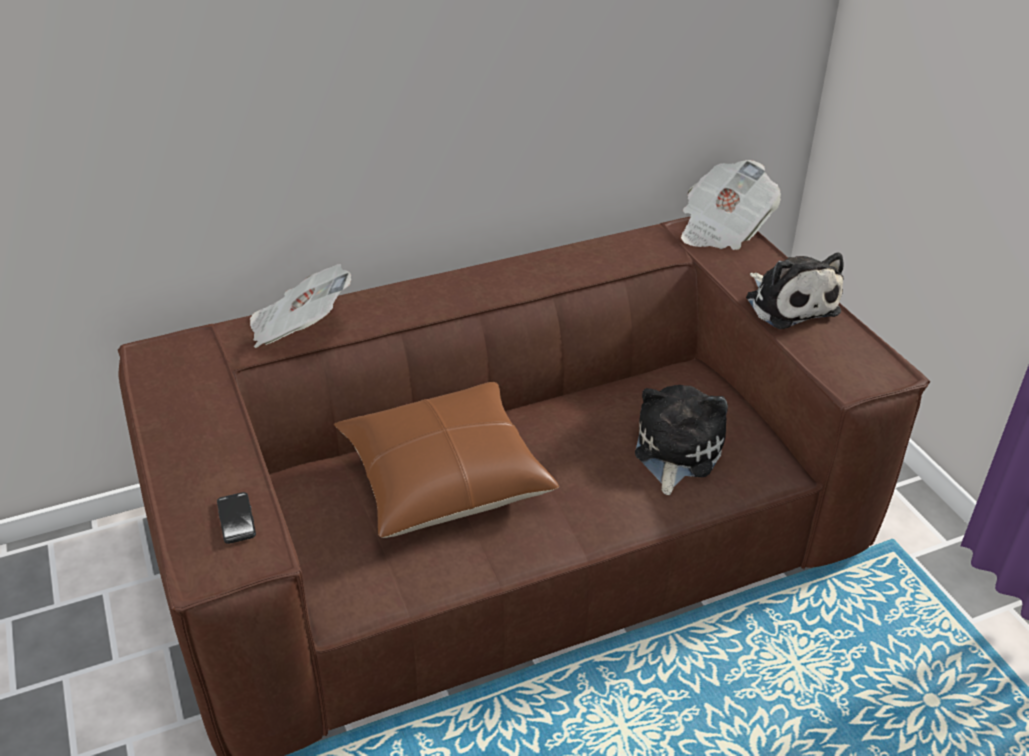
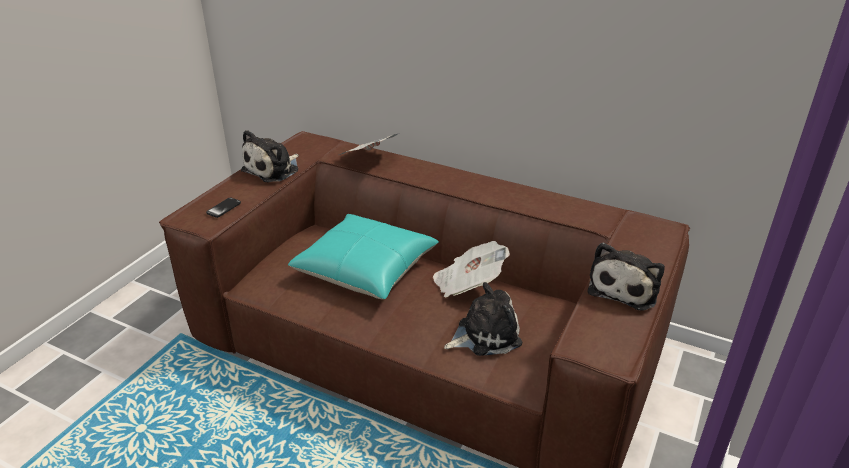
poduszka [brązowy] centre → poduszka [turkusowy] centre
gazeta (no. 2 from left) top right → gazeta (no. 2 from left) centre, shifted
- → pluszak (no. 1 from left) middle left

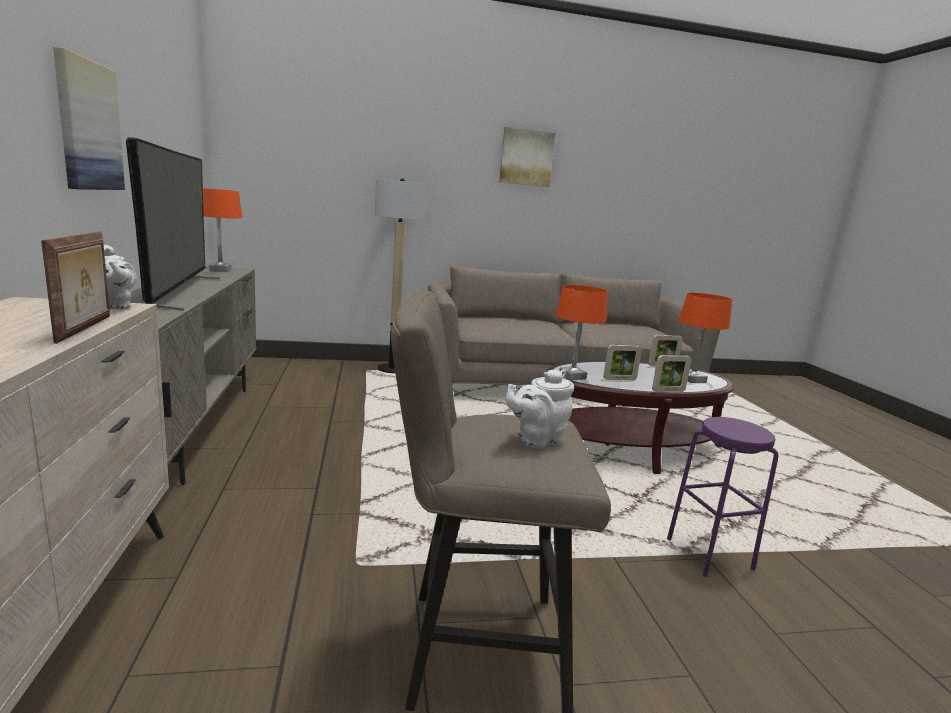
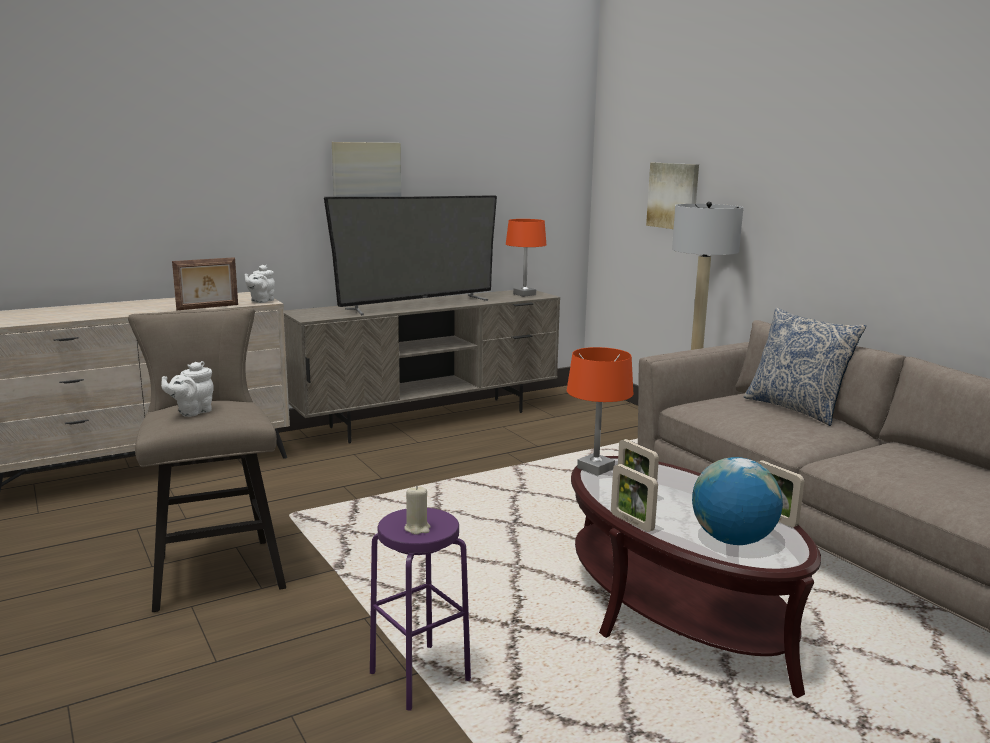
obraz (no. 2 from left) top centre → obraz (no. 2 from left) top right, shifted
imbryk [biały] (no. 2 from left in the first image) centre → imbryk [biały] (no. 1 from left) middle left, 90 degrees counterclockwise
lampa stołowa [pomarańczowy] (no. 3 from left) middle right → globus bottom right
- → świeca [beżowy] bottom centre
- → poduszka middle right

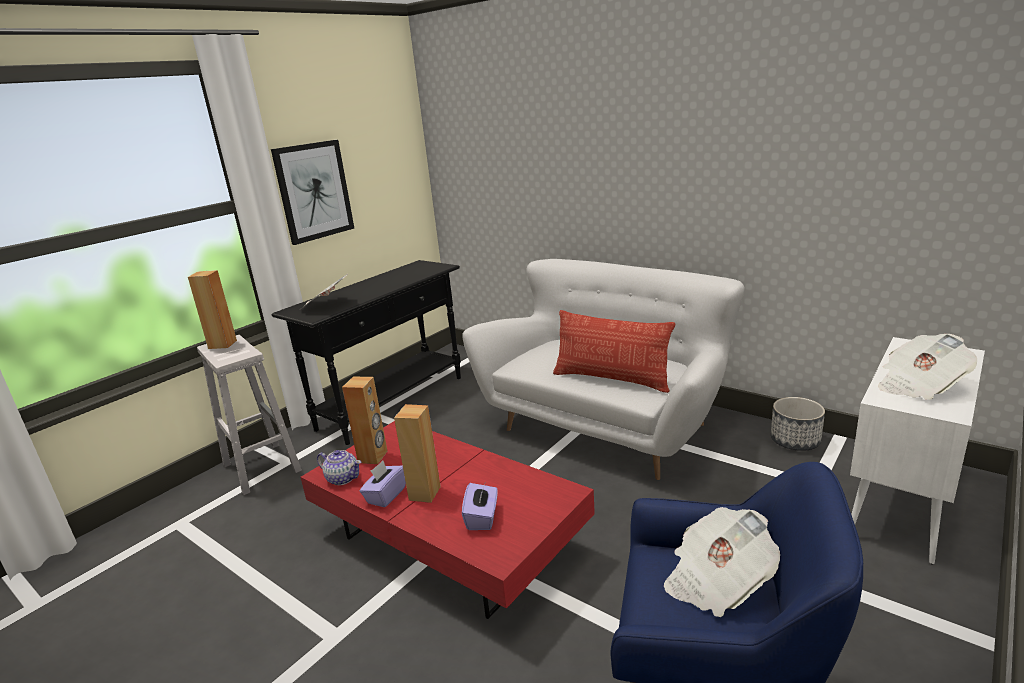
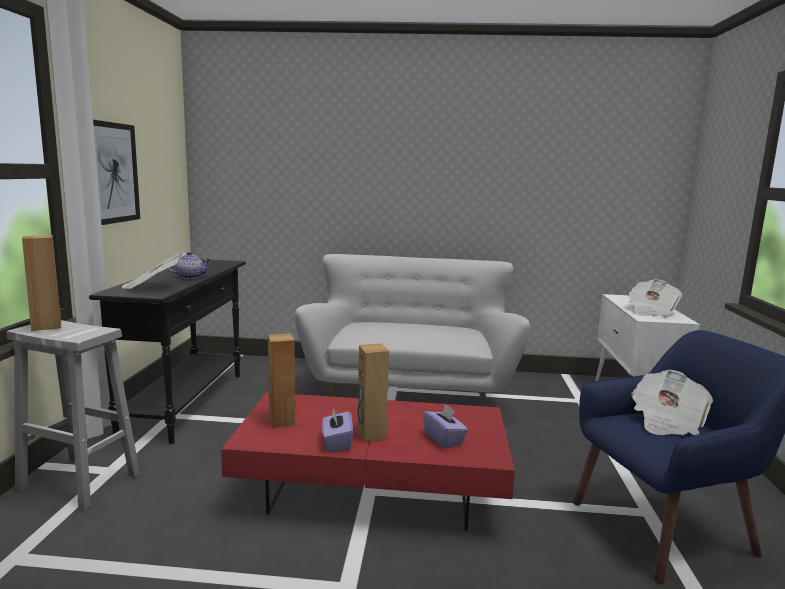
imbryk bottom left → imbryk middle left, shifted
poduszka centre → -
donica middle right → -

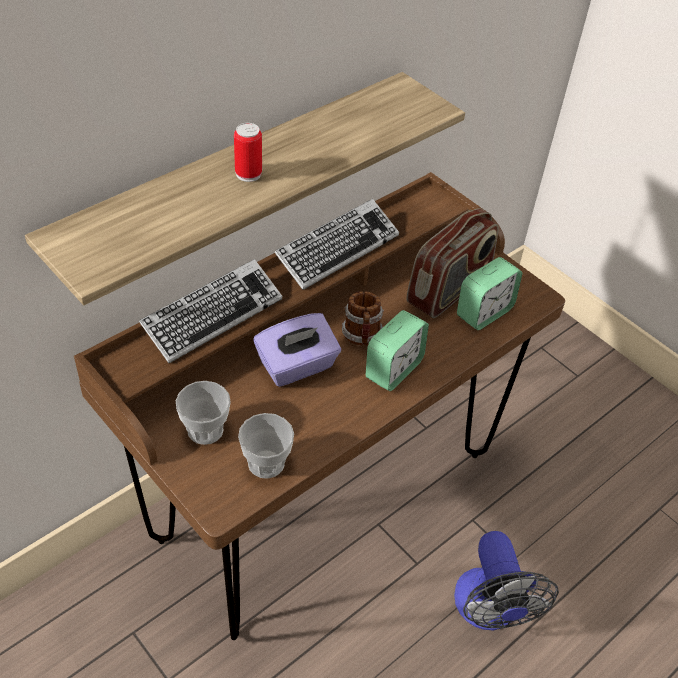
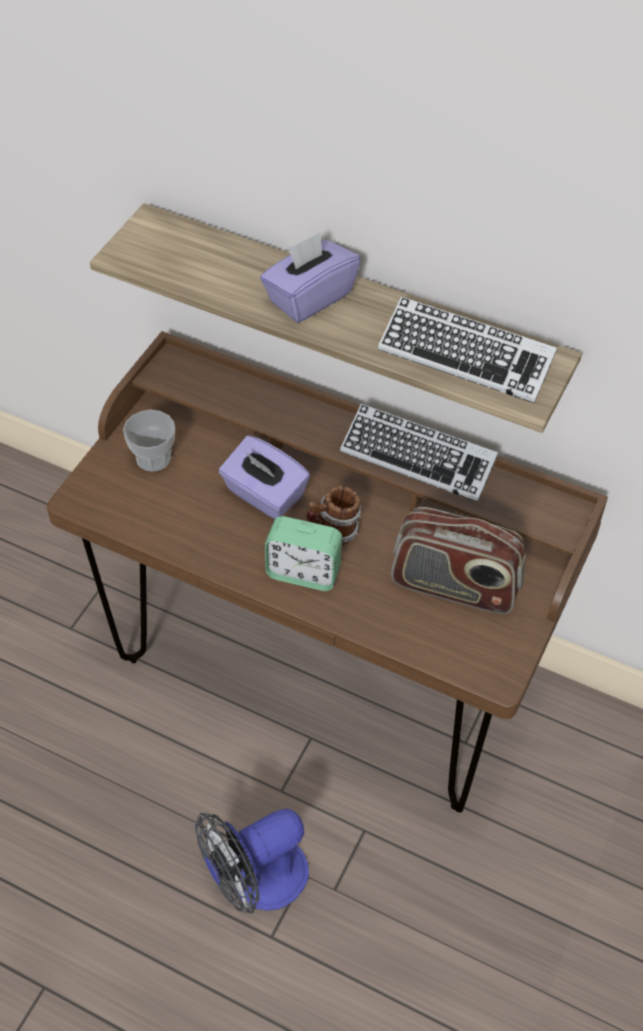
klawiatura (no. 1 from left in the first image) middle left → klawiatura (no. 2 from left) middle right, shifted
puszka top centre → pudełko chusteczek [fioletowy] (no. 2 from left) top centre
filiżanka (no. 2 from left) centre → -
budzik (no. 2 from left) middle right → -

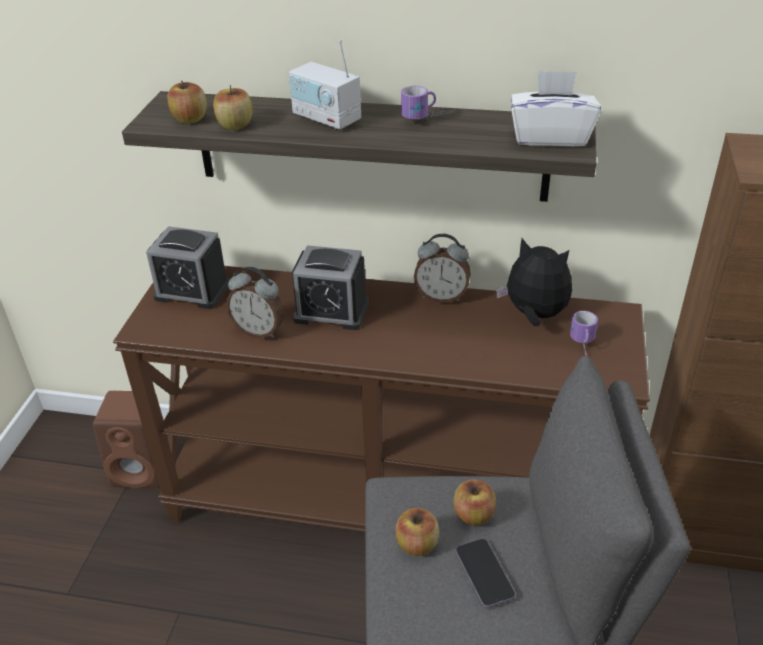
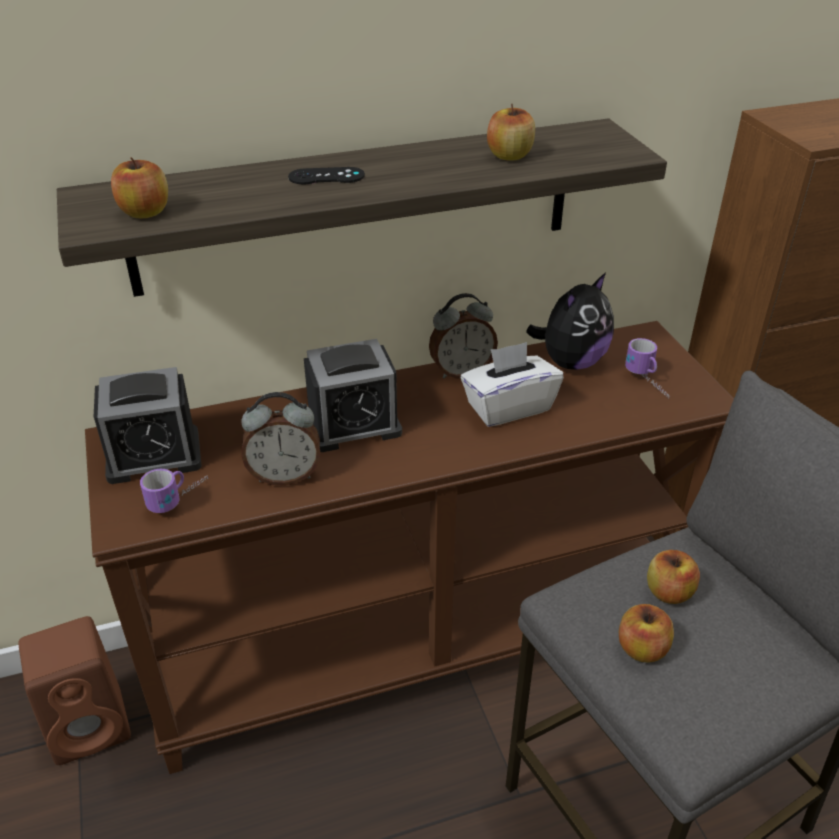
jabłko (no. 2 from left) top left → jabłko (no. 2 from left) top centre, shifted
radio top centre → pad do gier [czarny] top centre
kubek (no. 1 from left) top centre → kubek (no. 1 from left) middle left, shifted
telefon bottom centre → -
pluszak middle right, 135 degrees clockwise
pudełko chusteczek [biały] top right → pudełko chusteczek [biały] centre, shifted

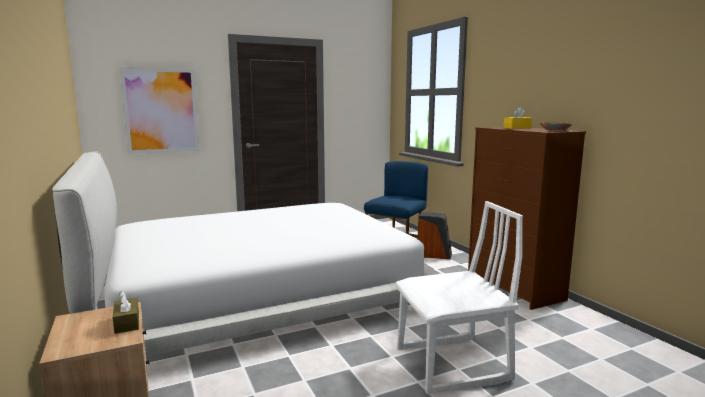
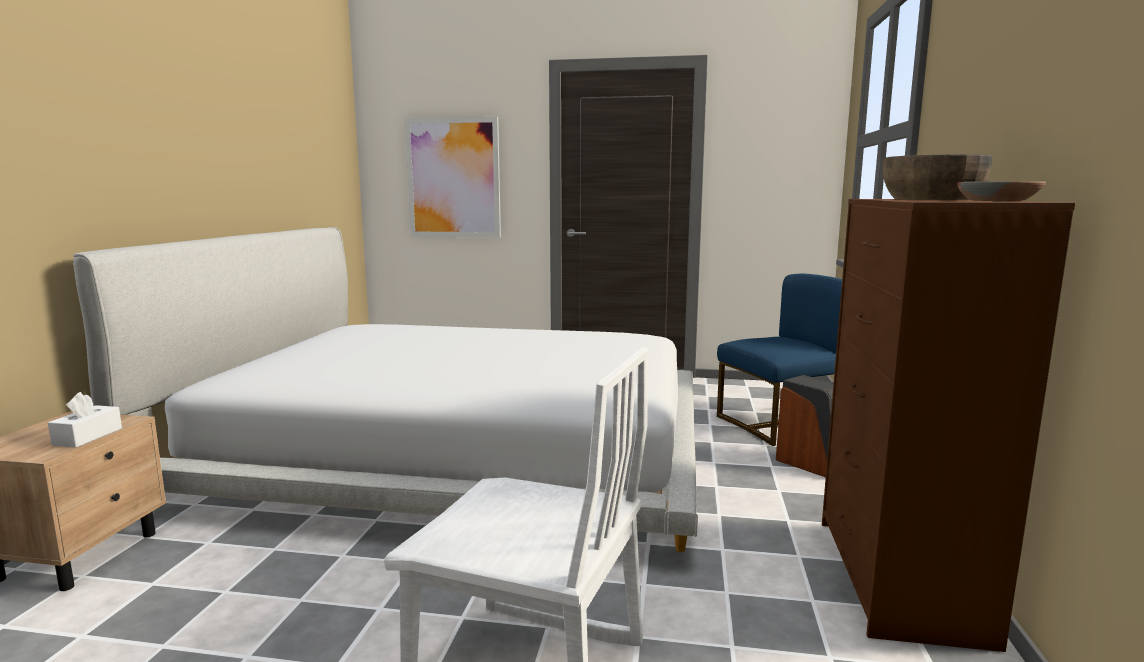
pudełko chusteczek [brązowy] bottom left → pudełko chusteczek [biały] middle left
pudełko chusteczek [żółty] top right → miska [brązowy] (no. 1 from left) top right

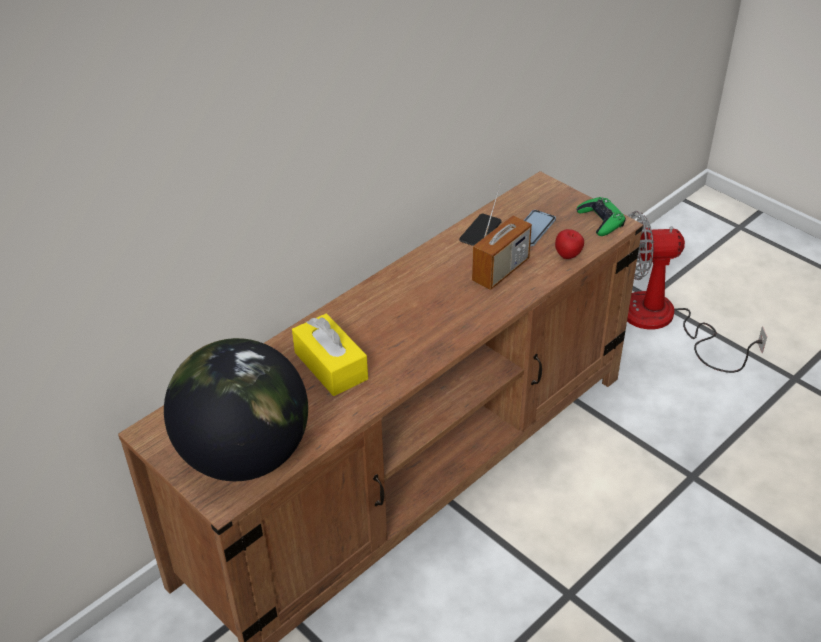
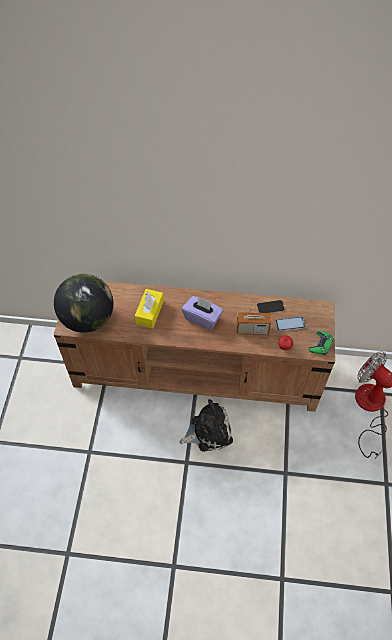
- → pluszak centre
- → pudełko chusteczek [fioletowy] centre

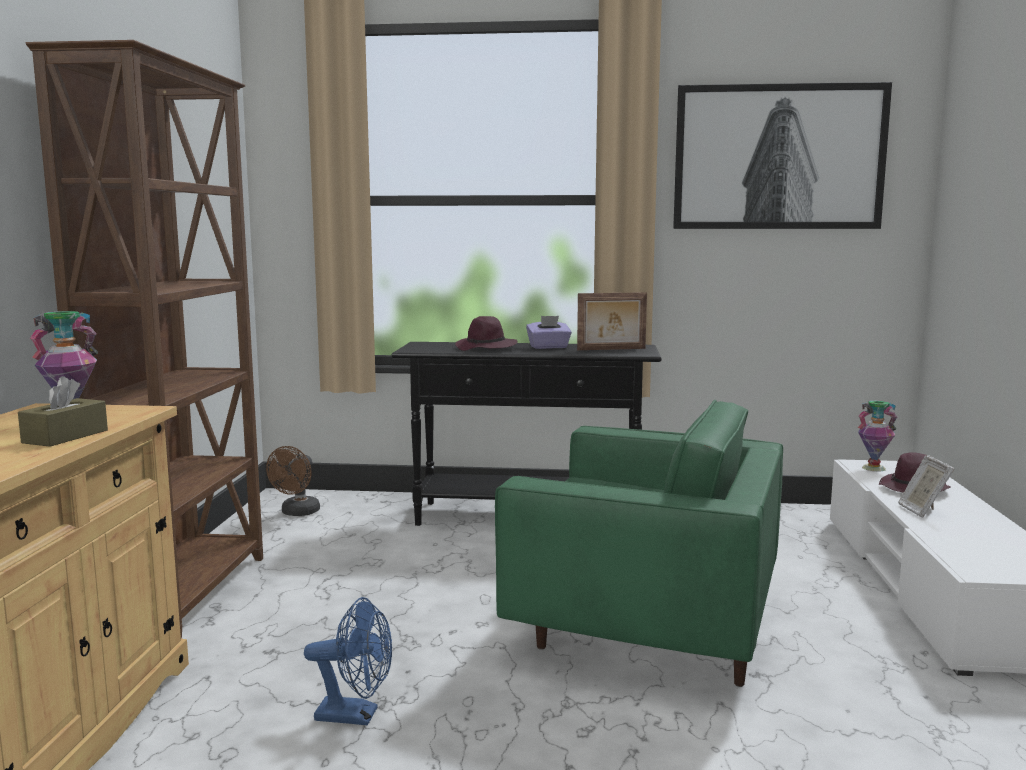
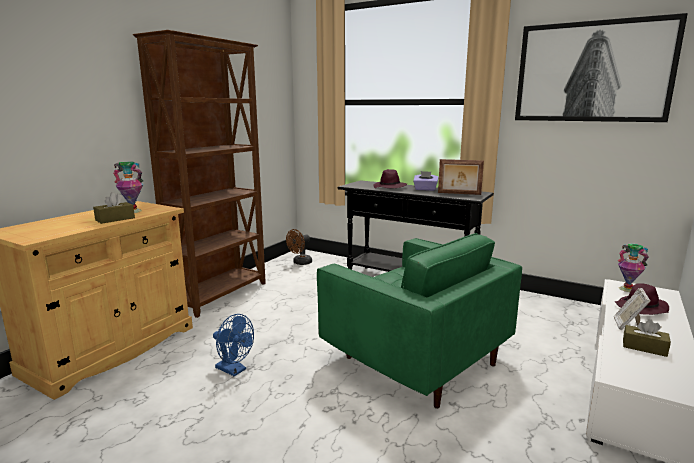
- → pudełko chusteczek [brązowy] (no. 2 from left) bottom right

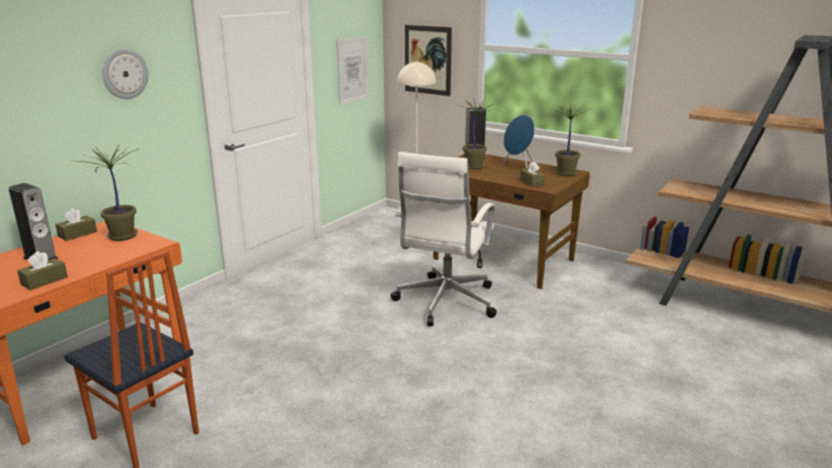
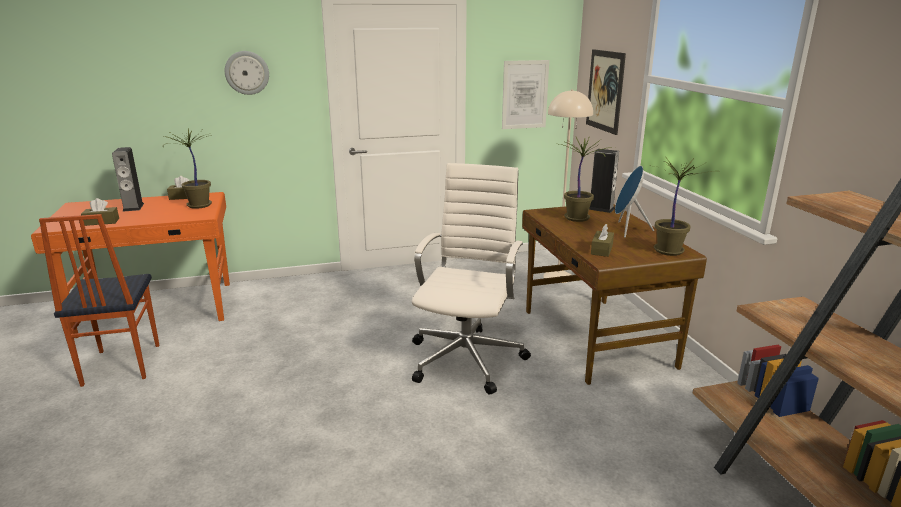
krzesło biurowe [biały] centre, 135 degrees clockwise

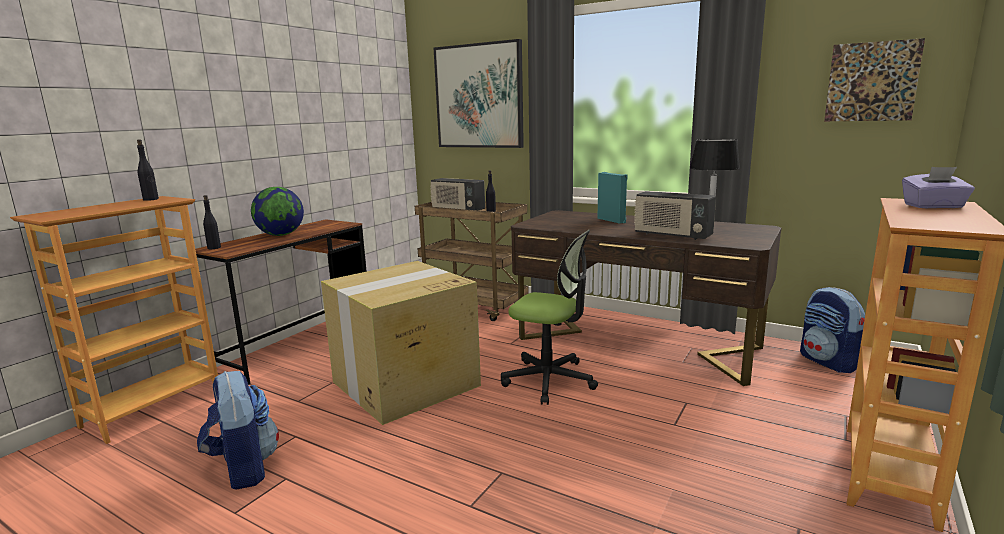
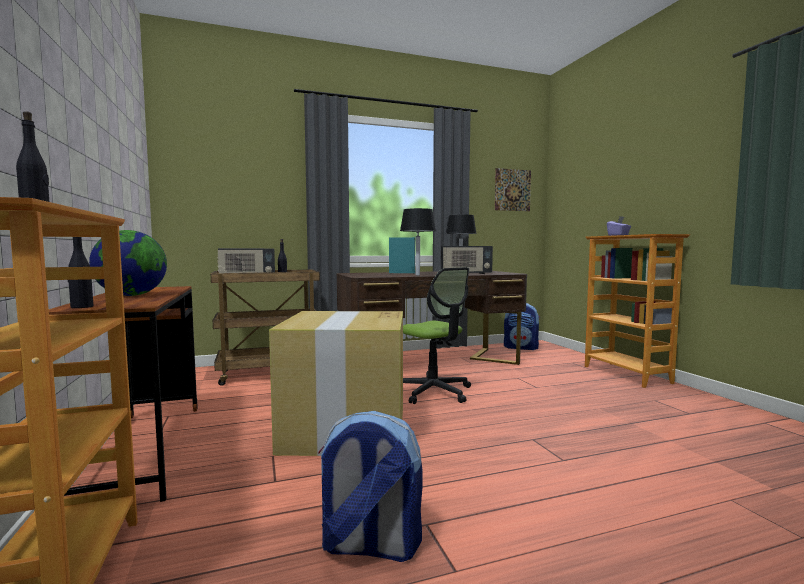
obraz (no. 1 from left) top centre → -
krzesło biurowe centre, 75 degrees clockwise
- → lampa stołowa [czarny] (no. 1 from left) centre

